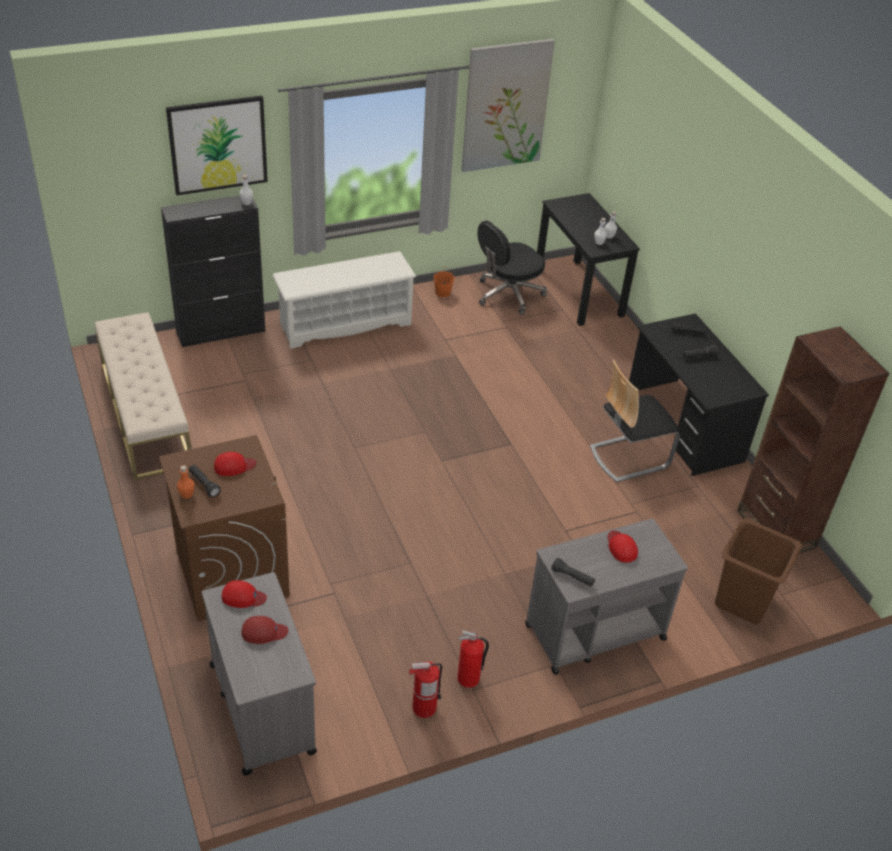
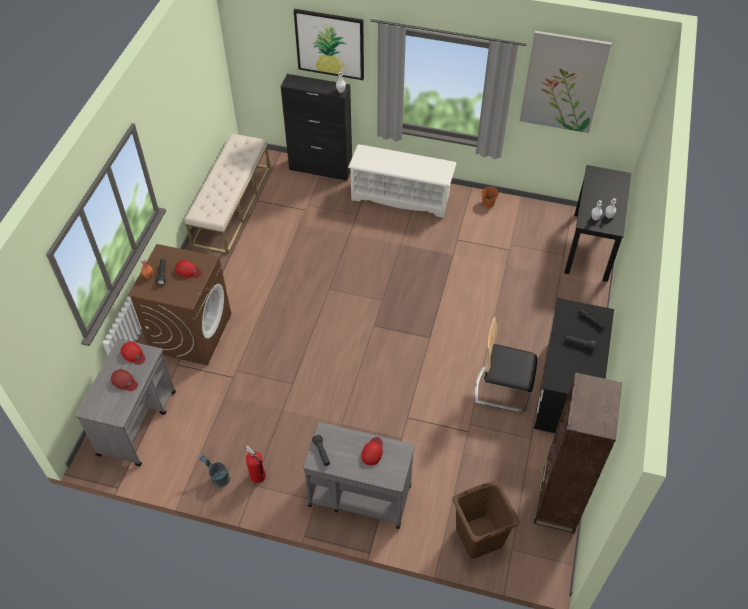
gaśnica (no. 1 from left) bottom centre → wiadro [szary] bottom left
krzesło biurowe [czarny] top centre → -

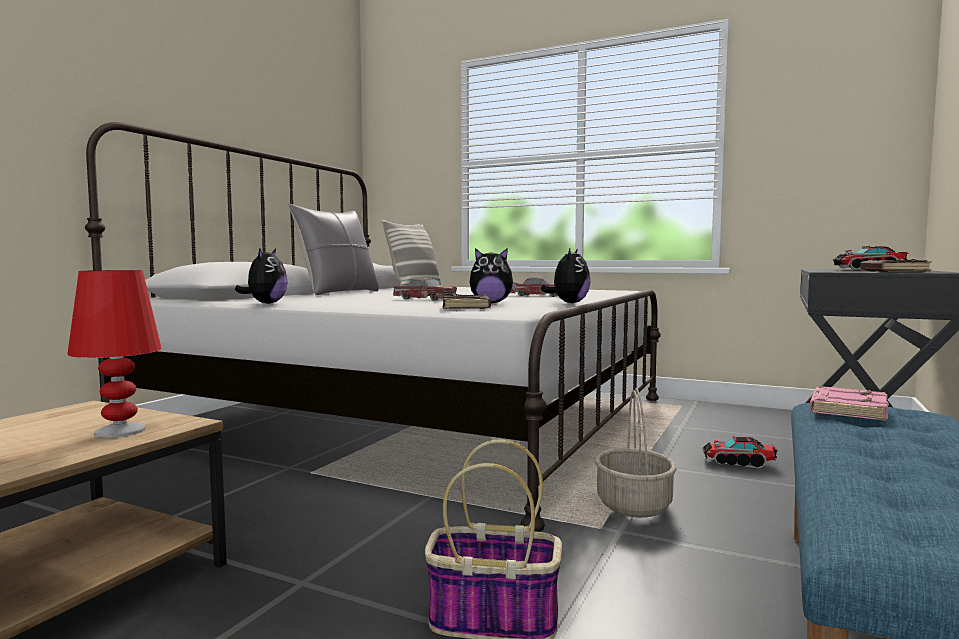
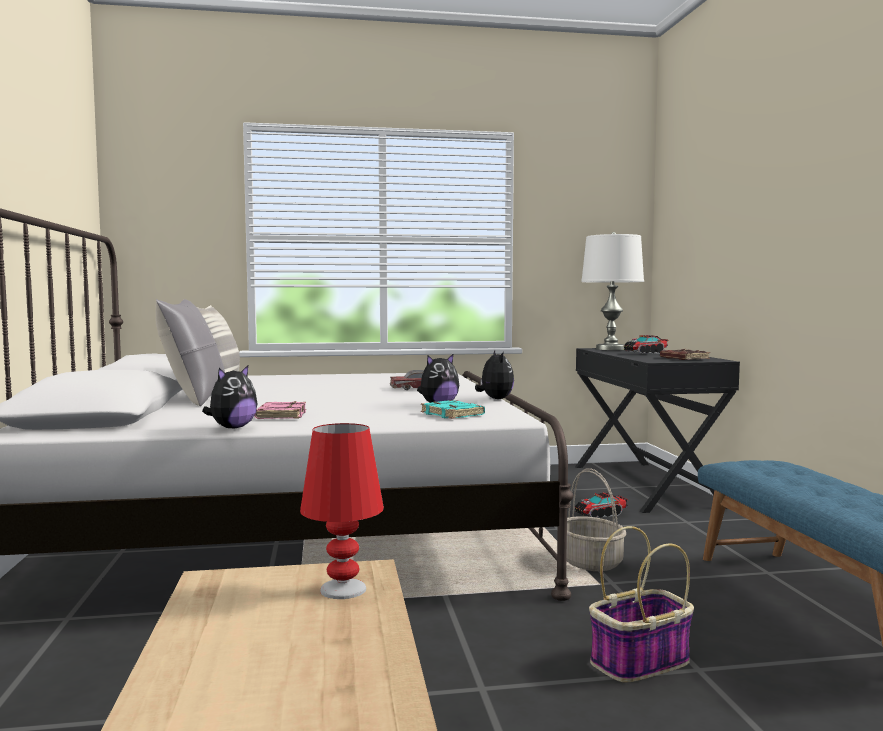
pluszak (no. 1 from left) middle left, 60 degrees clockwise
samochodzik (no. 1 from left) centre → -
książka [brązowy] (no. 1 from left) centre → książka [turkusowy] centre
książka [różowy] middle right → książka [różowy] middle left, shifted
- → lampa stołowa [biały] middle right

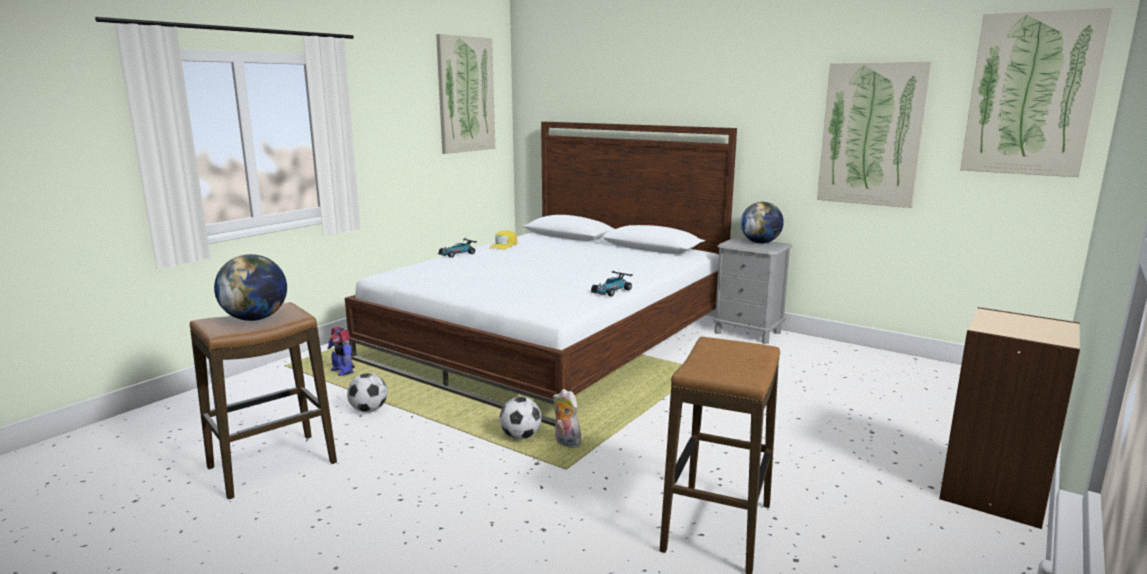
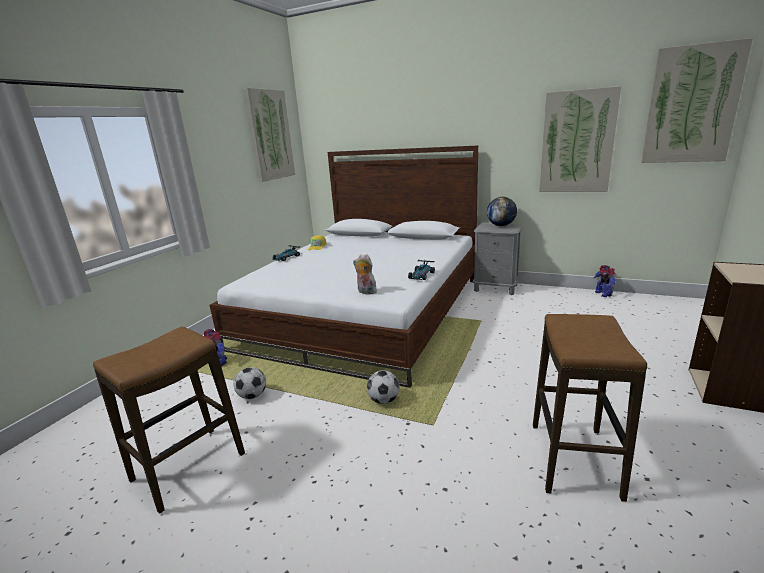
globus (no. 1 from left) middle left → -
pluszak bottom centre → pluszak centre, shifted
- → robot zabawkowy (no. 2 from left) middle right

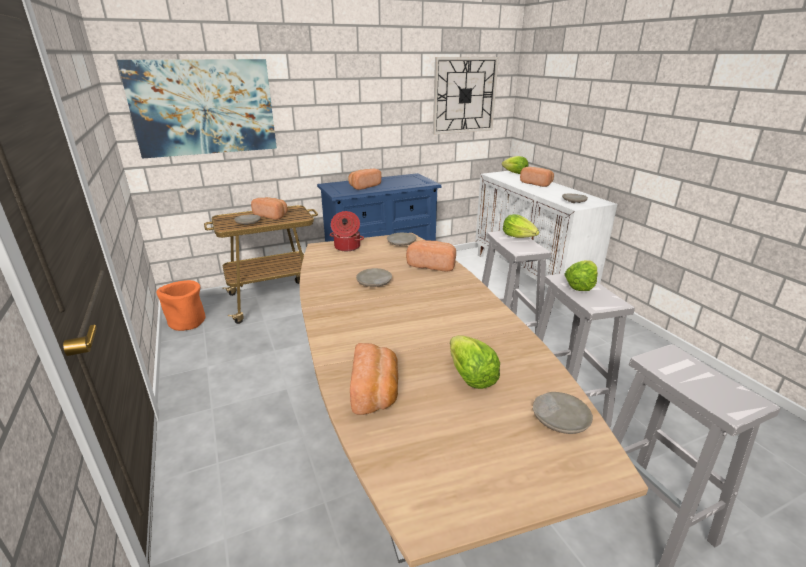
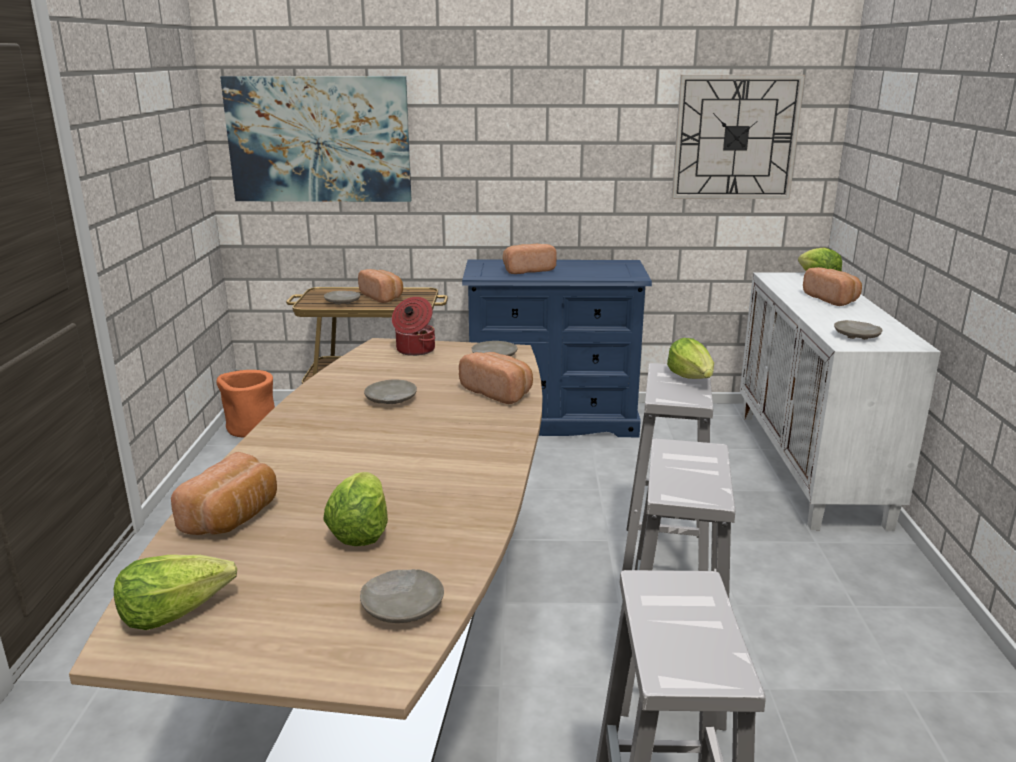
sałata (no. 4 from left in the first image) middle right → sałata (no. 1 from left) bottom left, shifted

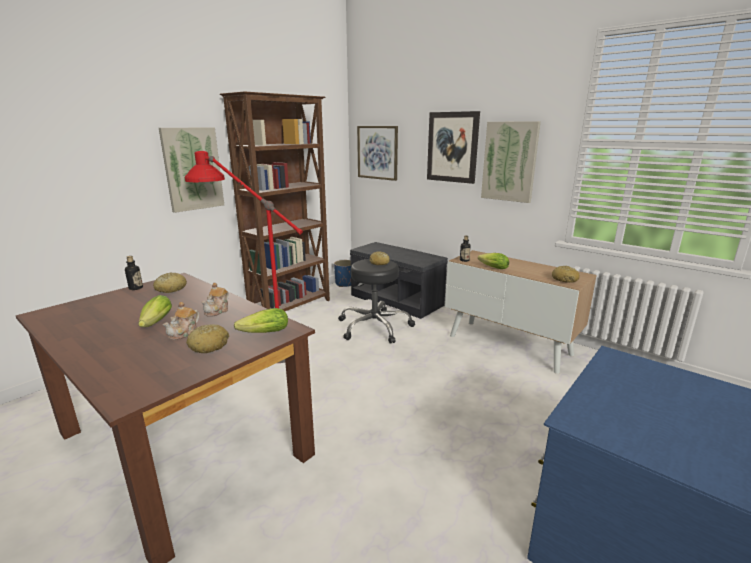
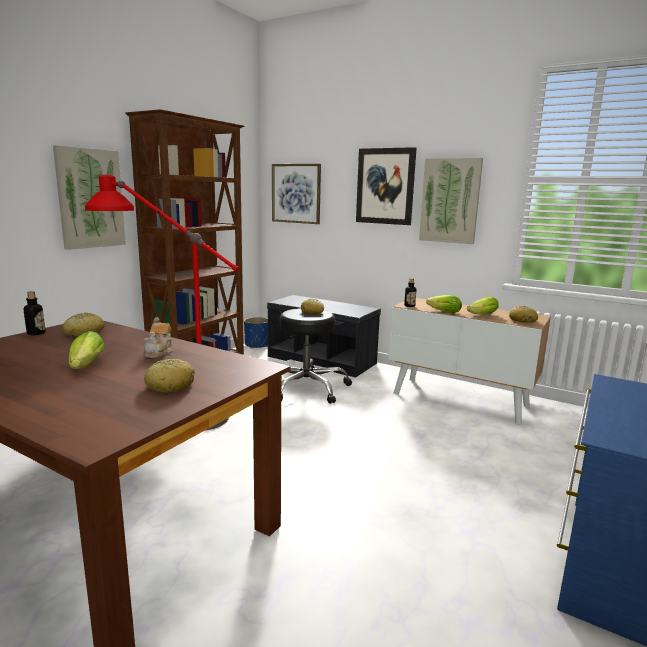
imbryk (no. 1 from left) middle left → -
sałata (no. 2 from left in the first image) centre → sałata (no. 3 from left) middle right, shifted

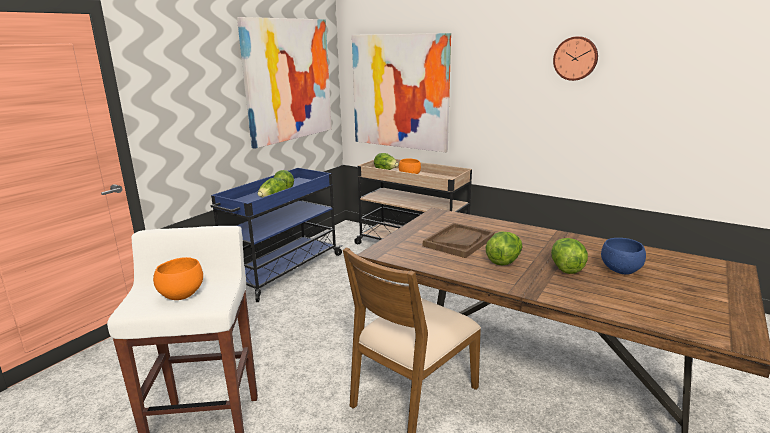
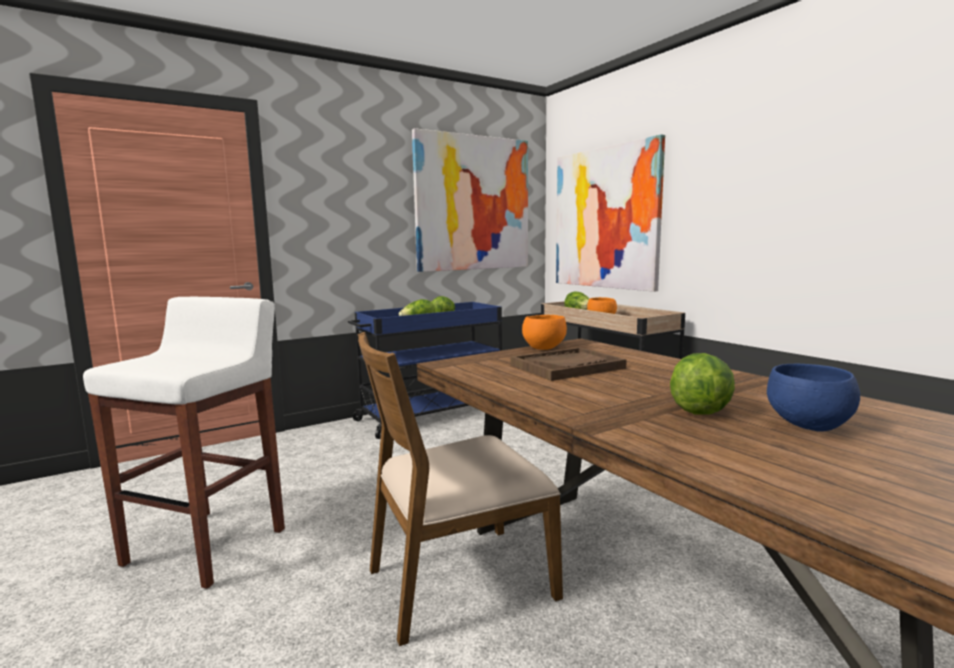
miska [pomarańczowy] (no. 1 from left) middle left → miska [pomarańczowy] (no. 1 from left) centre, shifted
sałata (no. 4 from left) centre → -
zegar ścienny top right → -

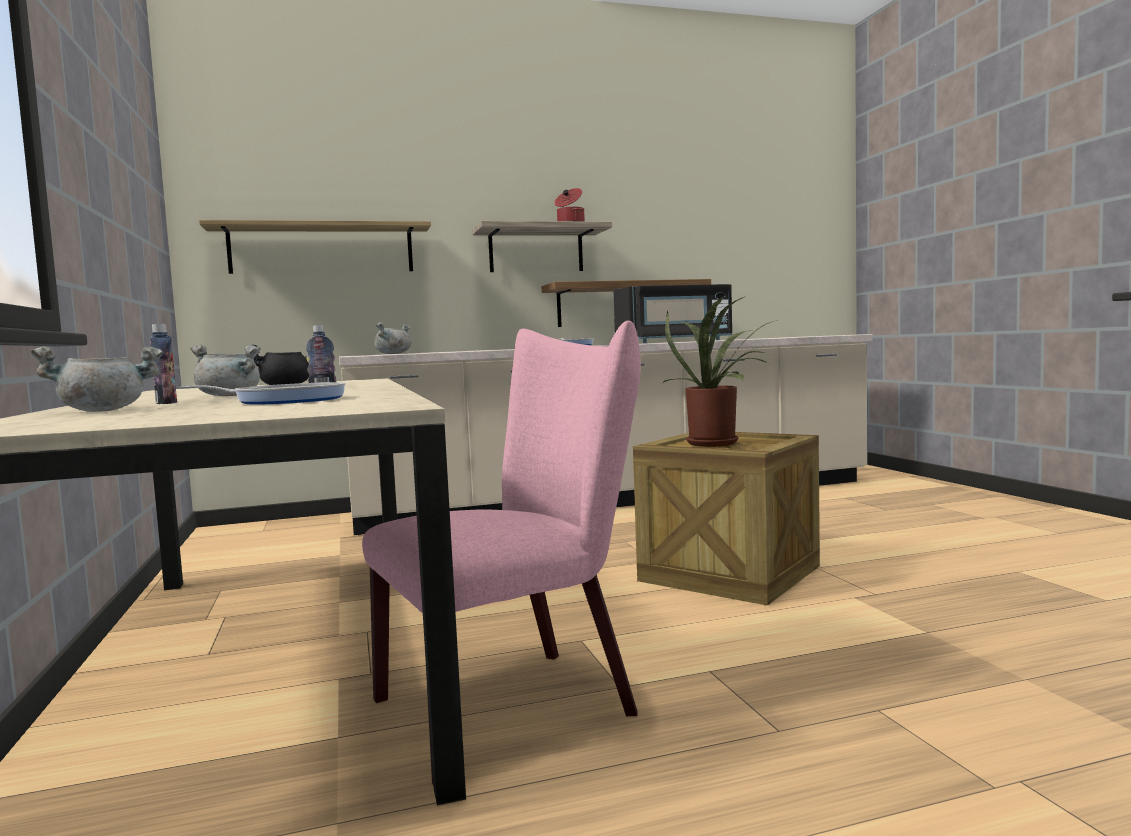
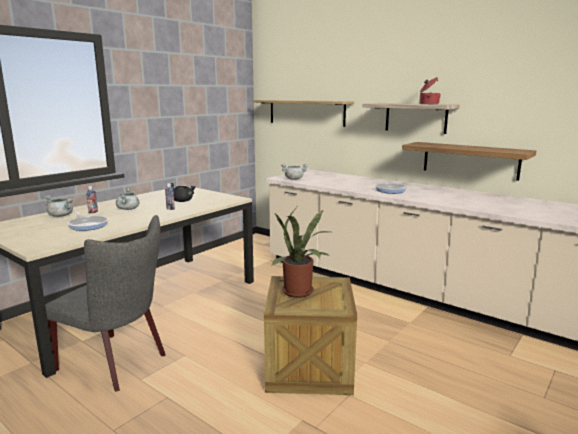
krzesło [różowy] centre → krzesło [szary] bottom left
mikrofalówka [czarny] centre → -

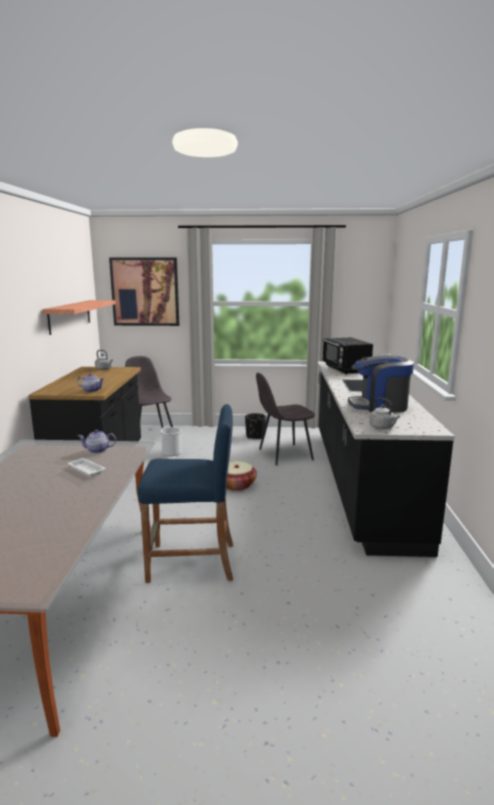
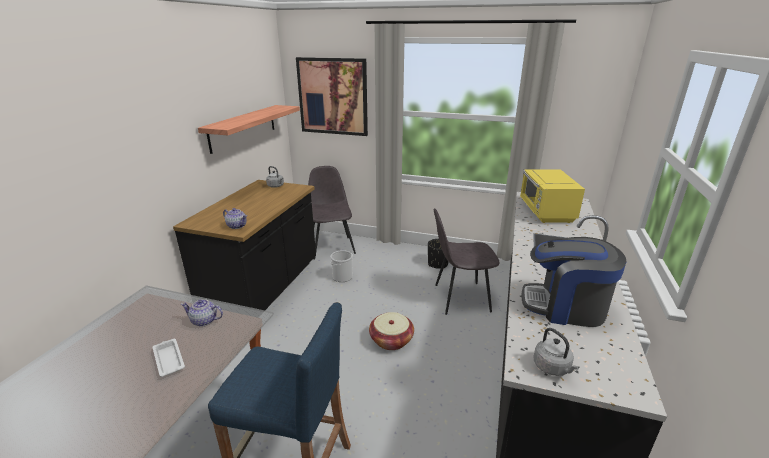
mikrofalówka [czarny] middle right → mikrofalówka [żółty] middle right

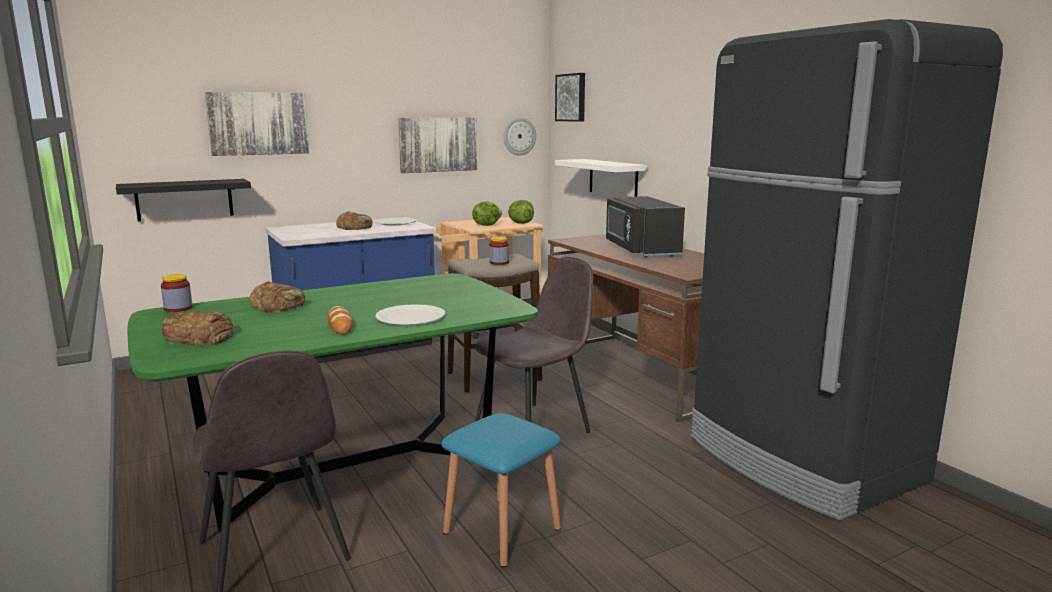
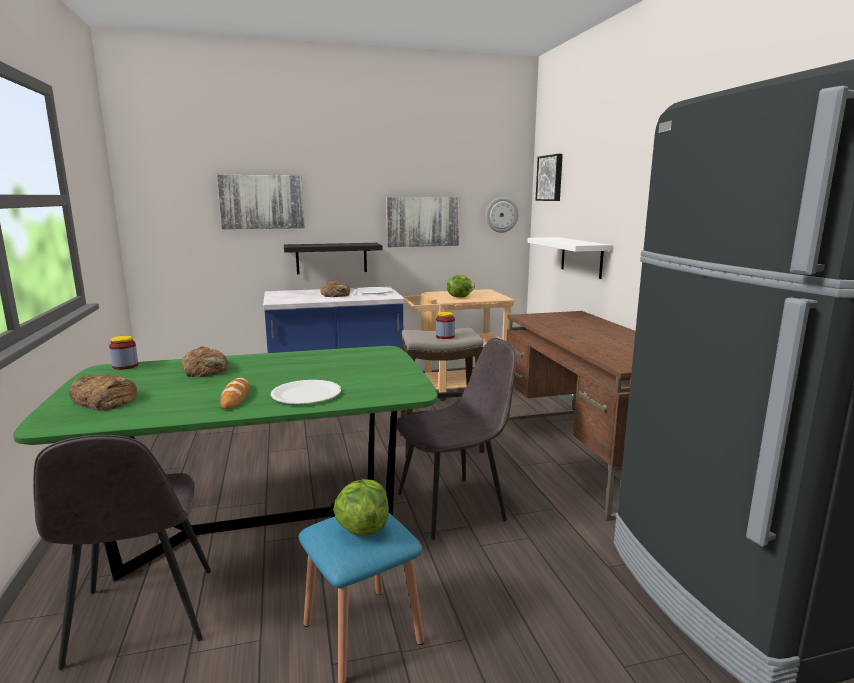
półka [czarny] middle left → półka [czarny] centre, shifted
sałata (no. 2 from left in the first image) centre → sałata (no. 1 from left) bottom centre, shifted
mikrofalówka [czarny] centre → -

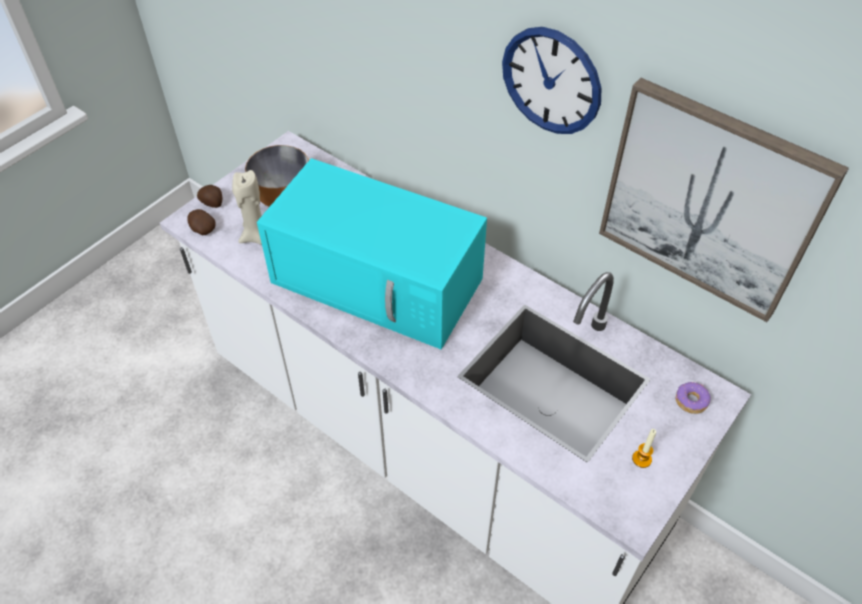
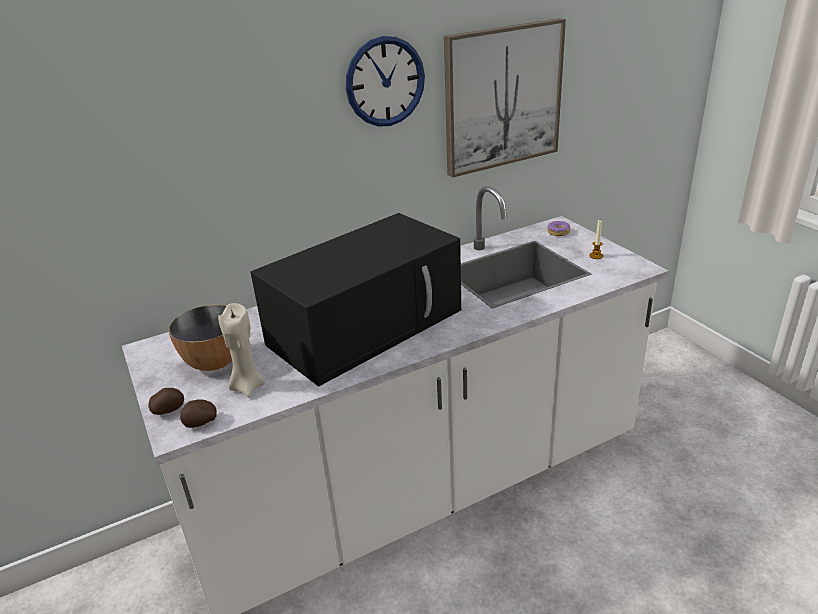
mikrofalówka [turkusowy] centre → mikrofalówka [czarny] centre

